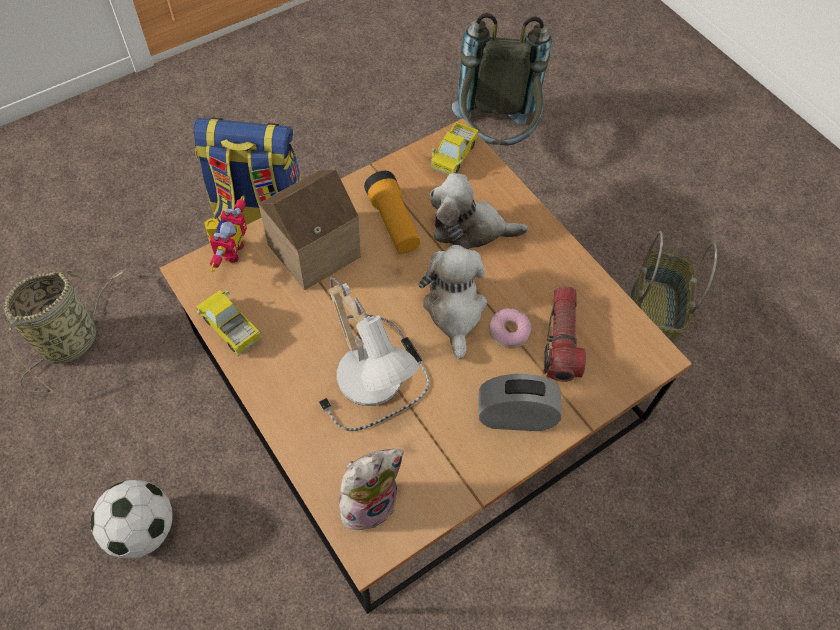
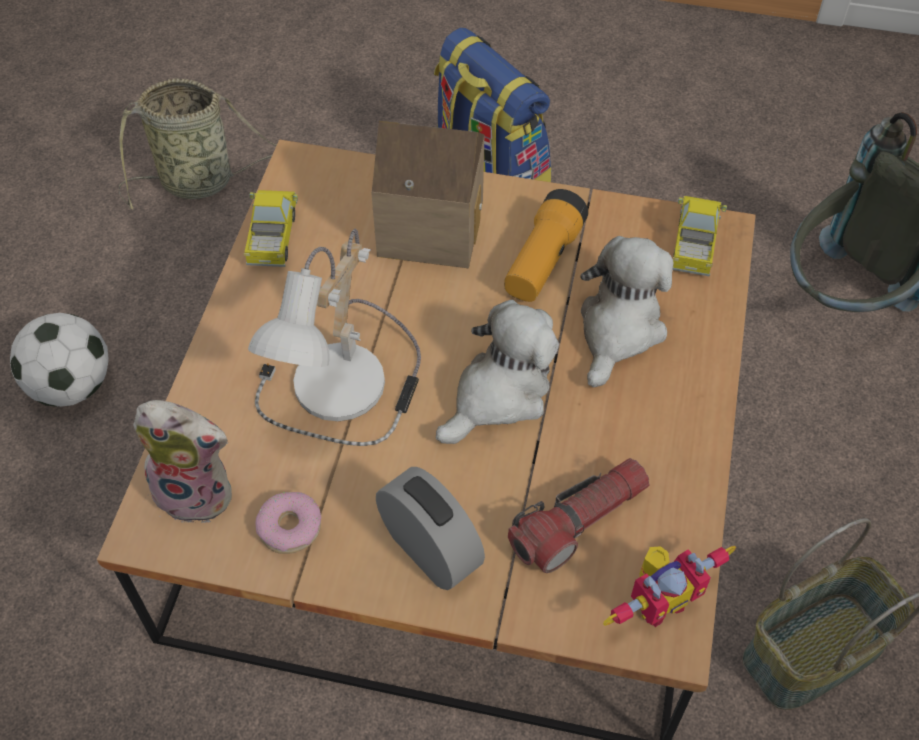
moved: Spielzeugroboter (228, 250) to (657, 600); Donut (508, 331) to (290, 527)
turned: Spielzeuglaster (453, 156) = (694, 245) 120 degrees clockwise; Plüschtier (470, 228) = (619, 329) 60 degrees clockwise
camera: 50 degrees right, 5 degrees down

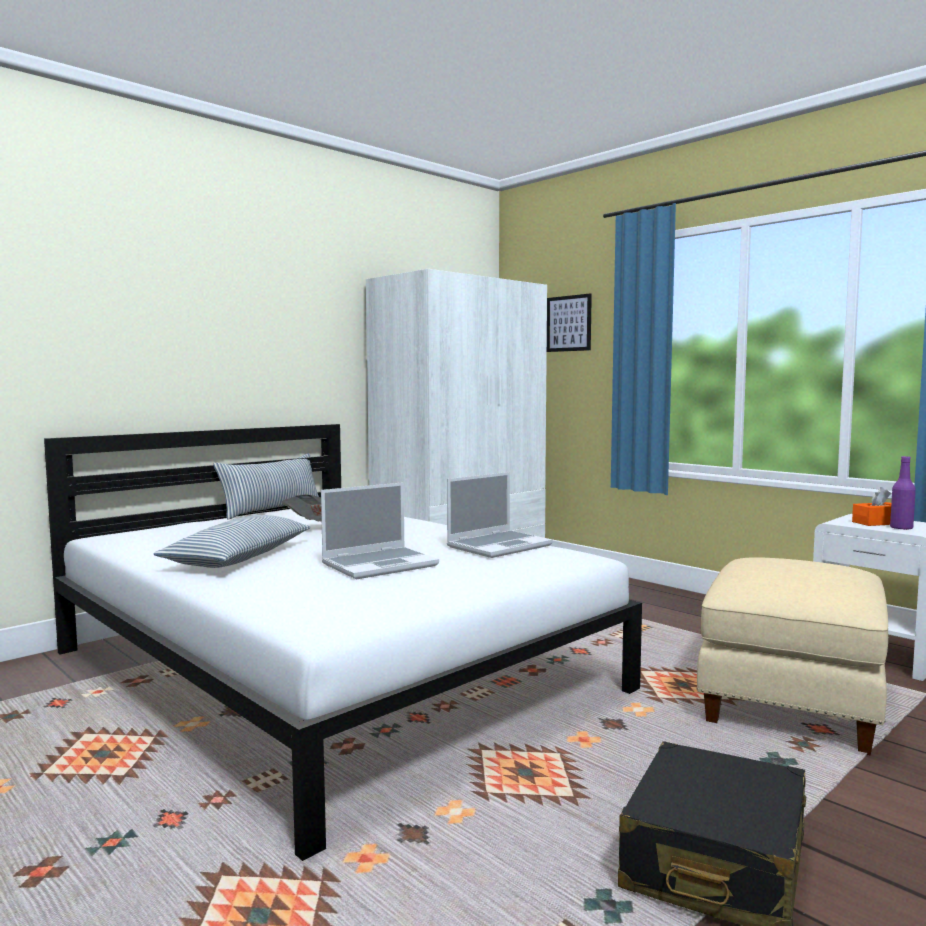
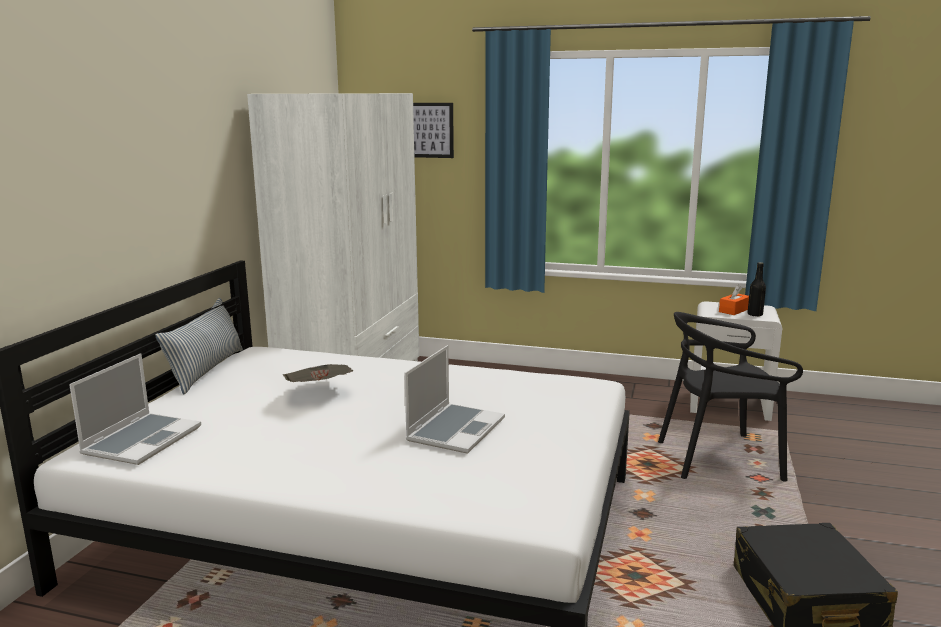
removed: Kissen (239, 557)
moved: Laptop (499, 546) to (142, 440)
replaced: Polsterhocker [beige] (789, 700) to Stuhl [schwarz] (719, 458)
recoloured: Flasche [lila] (901, 528) to Flasche [schwarz] (755, 315)
camera: 30 degrees left, 10 degrees up

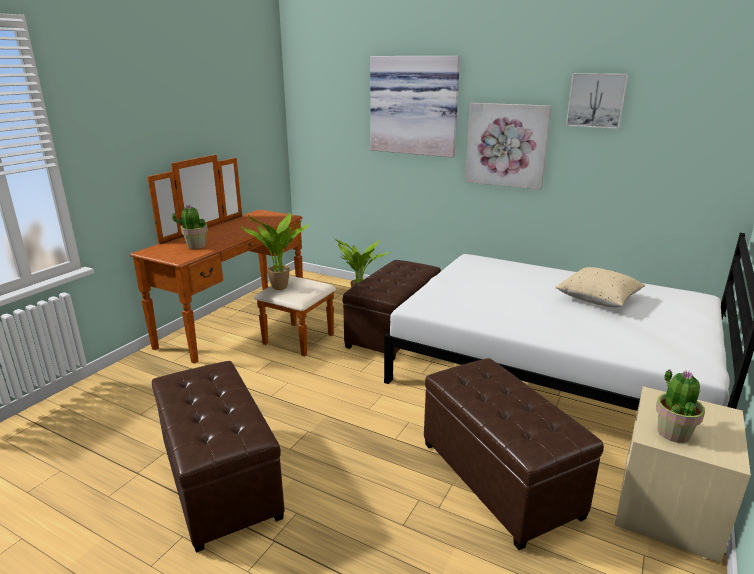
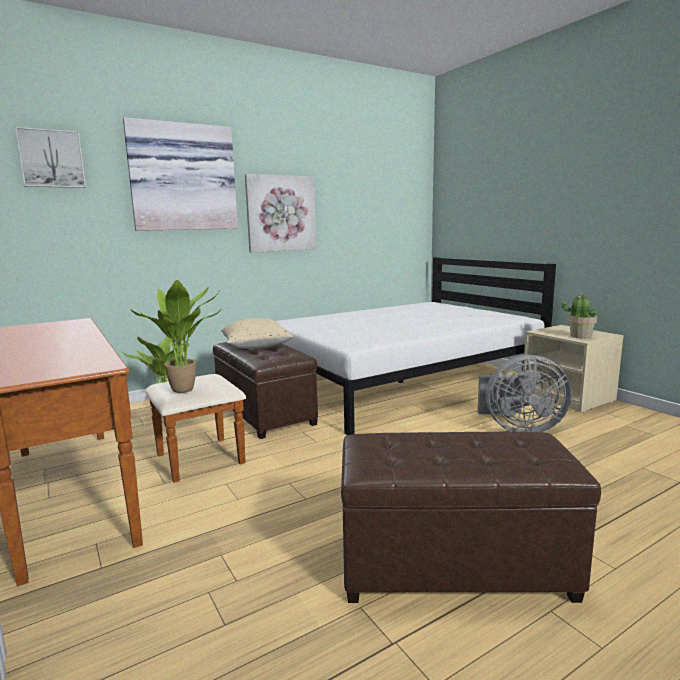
removed: Topfpflanze (196, 245)
moved: Kissen [beige] (597, 299) to (256, 347); Bild (596, 100) to (51, 159)
replaced: Polsterhocker [braun] (499, 478) to Ventilator [grau] (519, 429)
camera: 60 degrees left, 10 degrees down

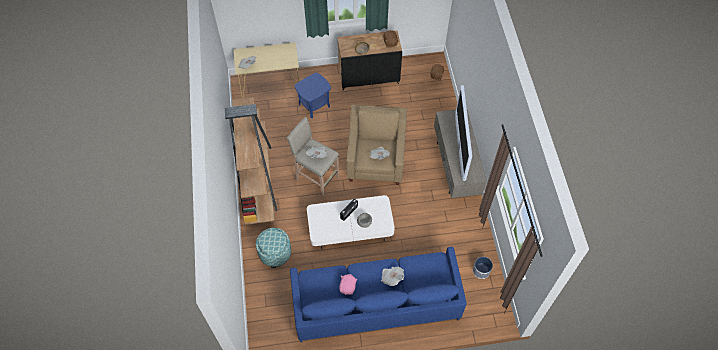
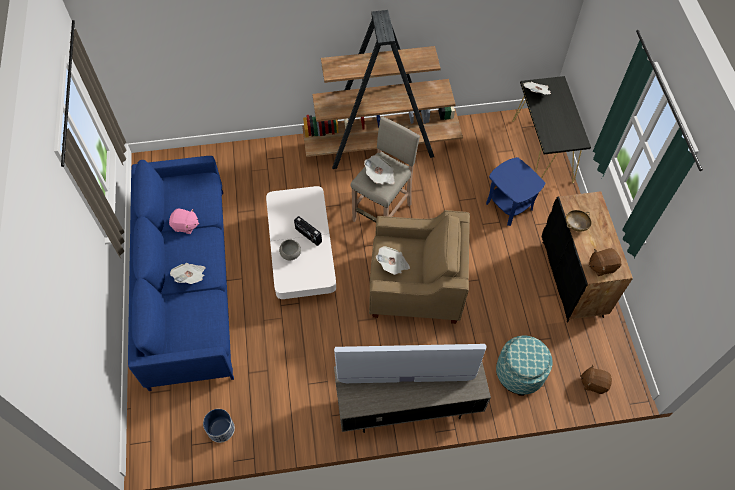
moved: Polsterhocker (275, 253) to (519, 373)
recoloured: Konsolentisch [beige] (270, 83) to Konsolentisch [schwarz] (542, 151)
camera: 90 degrees right, 0 degrees up

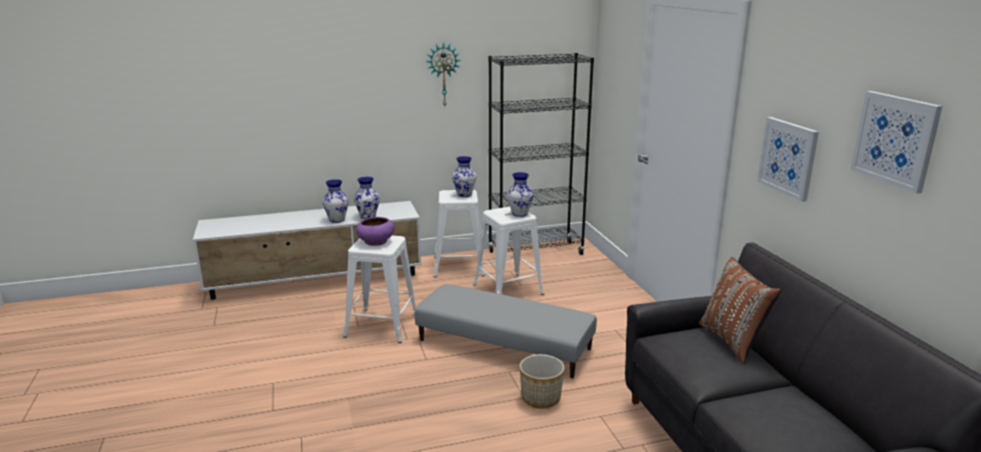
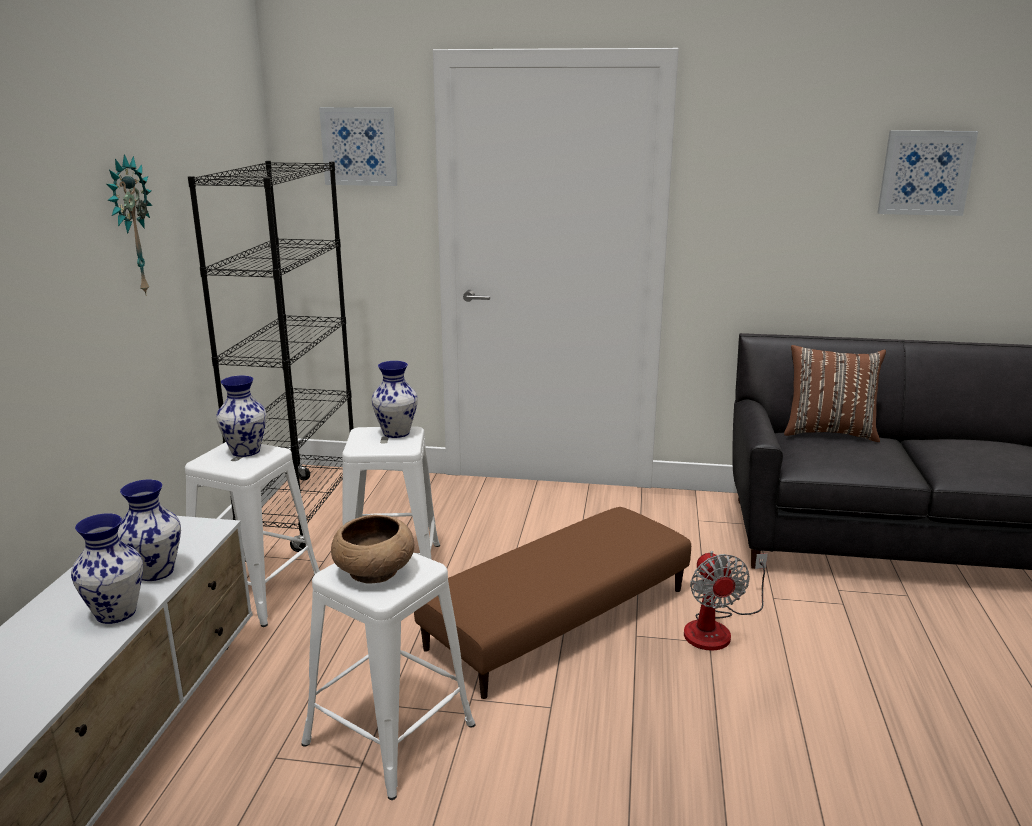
moved: Bild (788, 158) to (359, 146)
replaced: Pflanzkübel (541, 398) to Ventilator (717, 628)
recoloured: Schüssel [lila] (375, 242) to Schüssel [braun] (374, 572); Polsterhocker [grau] (504, 344) to Polsterhocker [braun] (558, 618)
camera: 65 degrees left, 0 degrees up

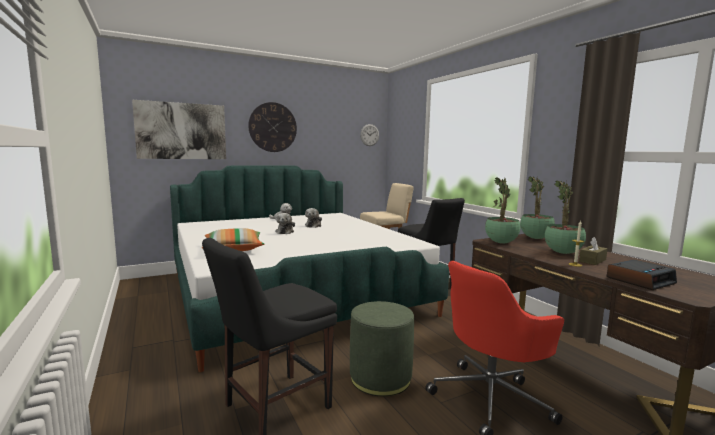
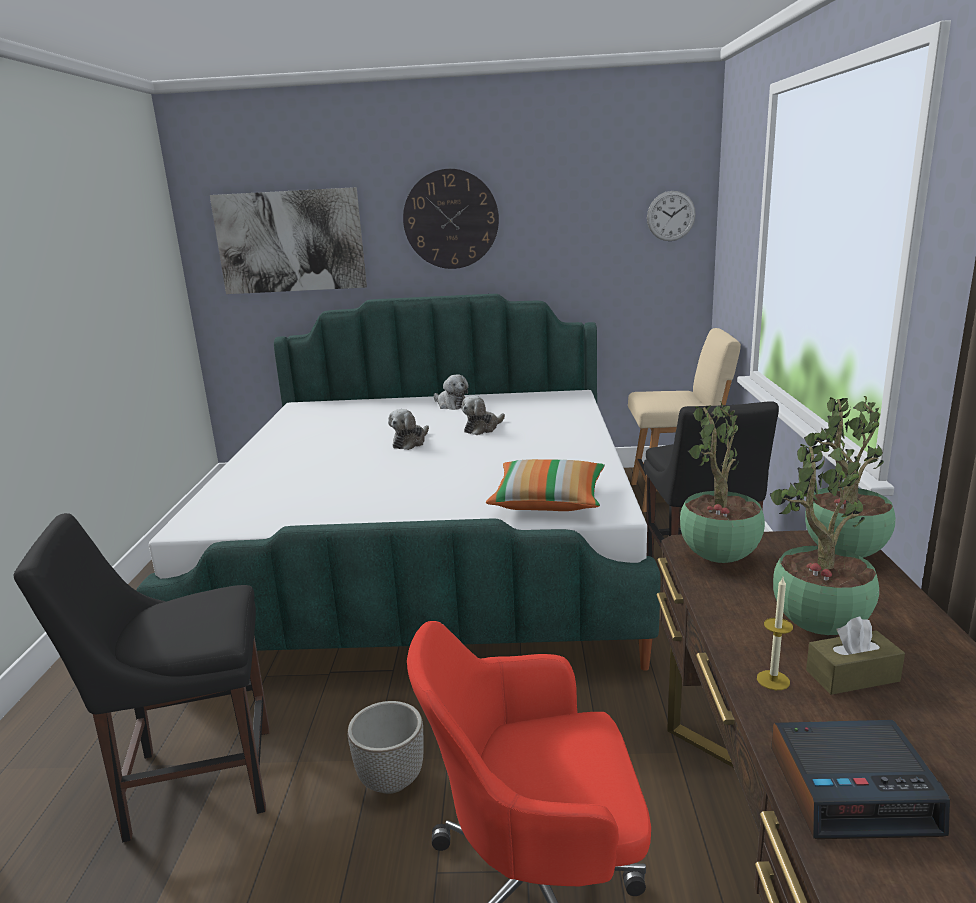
moved: Kissen (233, 249) to (548, 501)
replaced: Polsterhocker [grün] (380, 378) to Pflanzkübel (390, 780)
camera: 30 degrees right, 10 degrees up

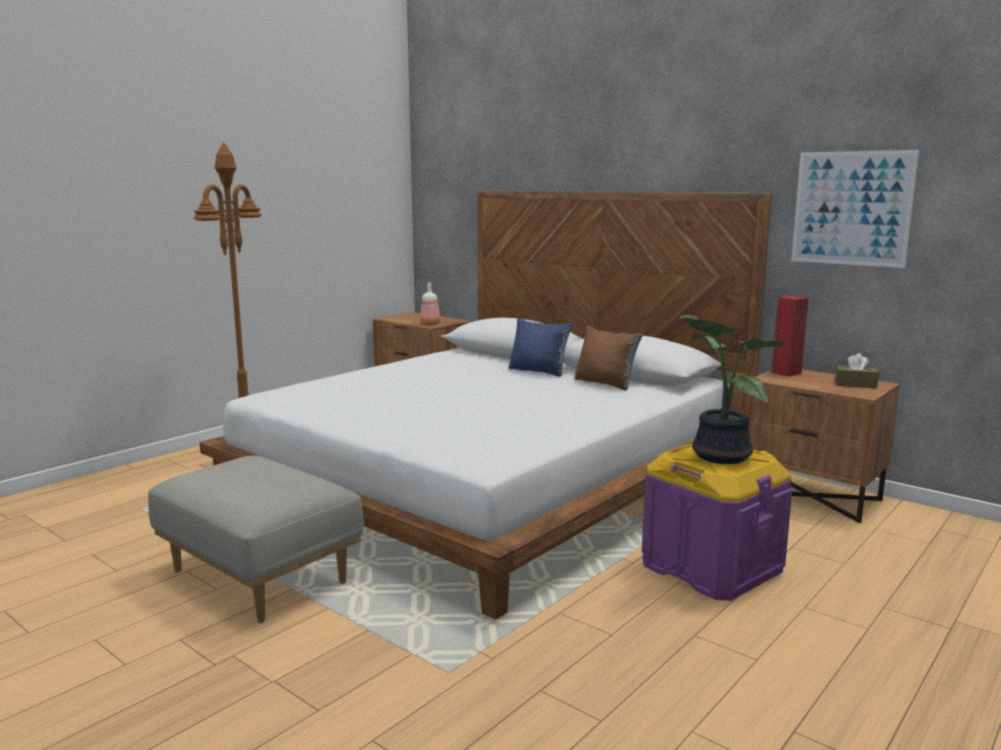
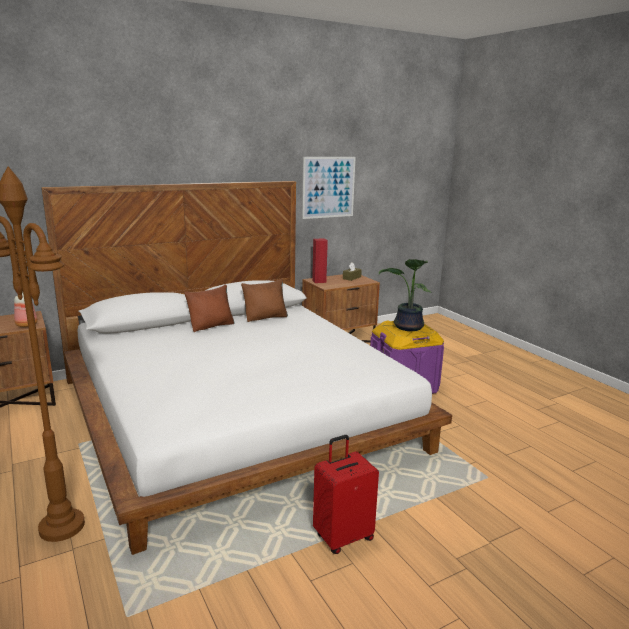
replaced: Polsterhocker [grau] (261, 577) to Koffer [rot] (343, 536)
recoloured: Kissen [blau] (539, 371) to Kissen [braun] (211, 326)
camera: 70 degrees left, 5 degrees up

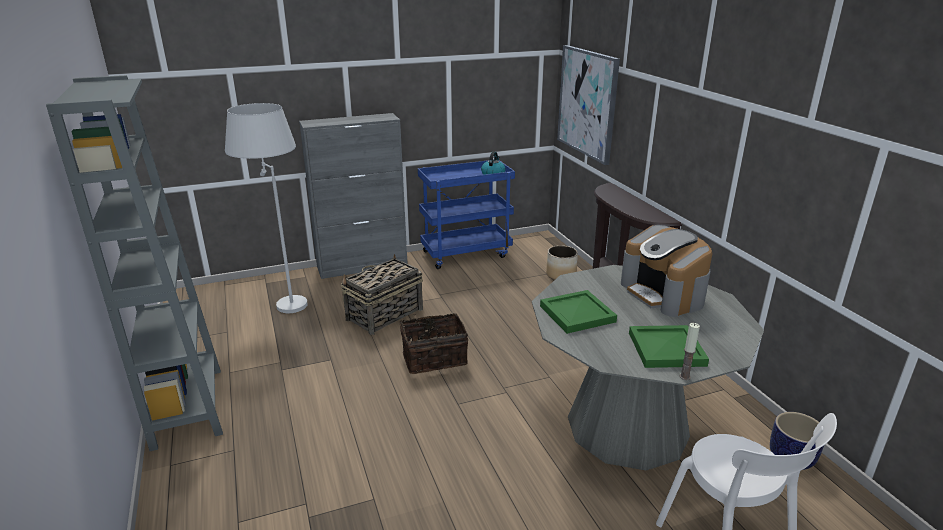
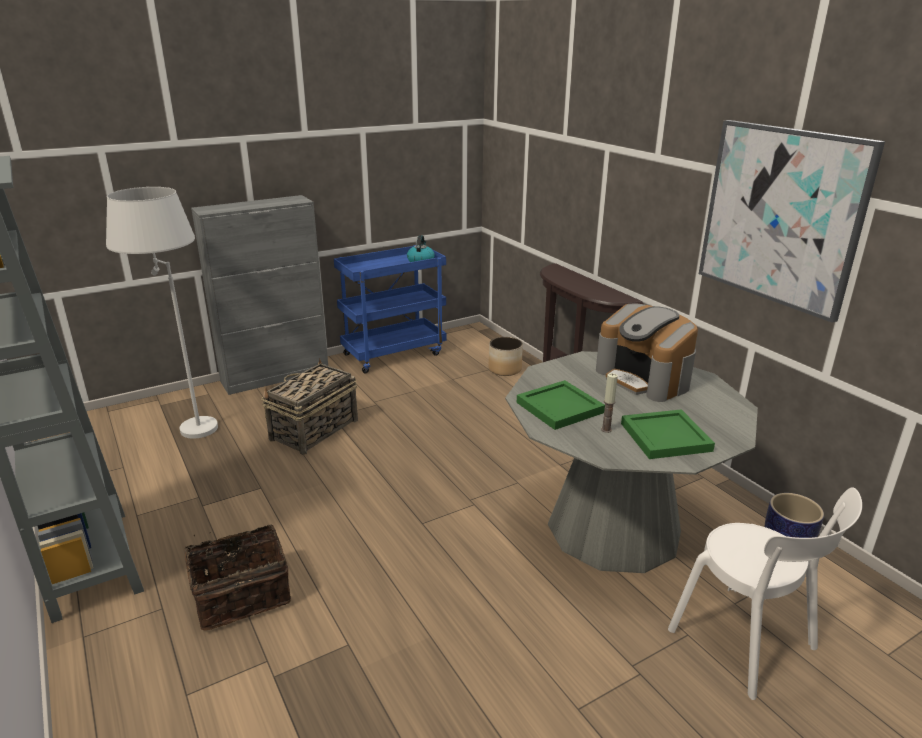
moved: Korb (433, 357) to (241, 594); Bild (587, 103) to (781, 216); Kerze (684, 377) to (606, 429)
camera: 10 degrees left, 0 degrees up

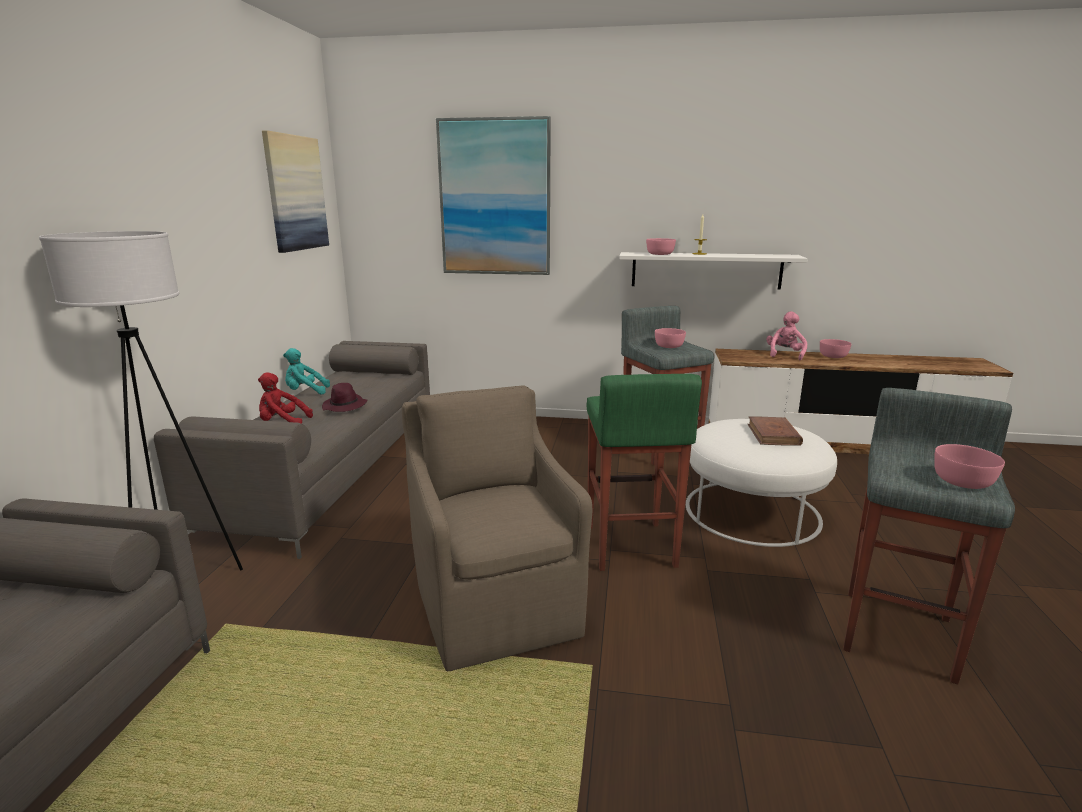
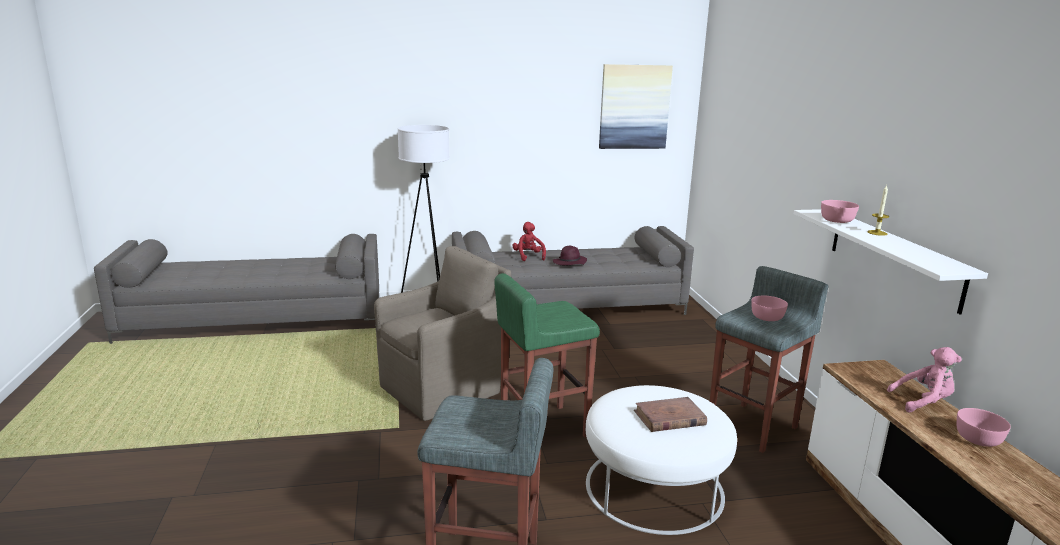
removed: Plüschtier [türkis] (305, 392); Bild (495, 198); Schüssel [rosa] (963, 481)
camera: 70 degrees right, 0 degrees up

